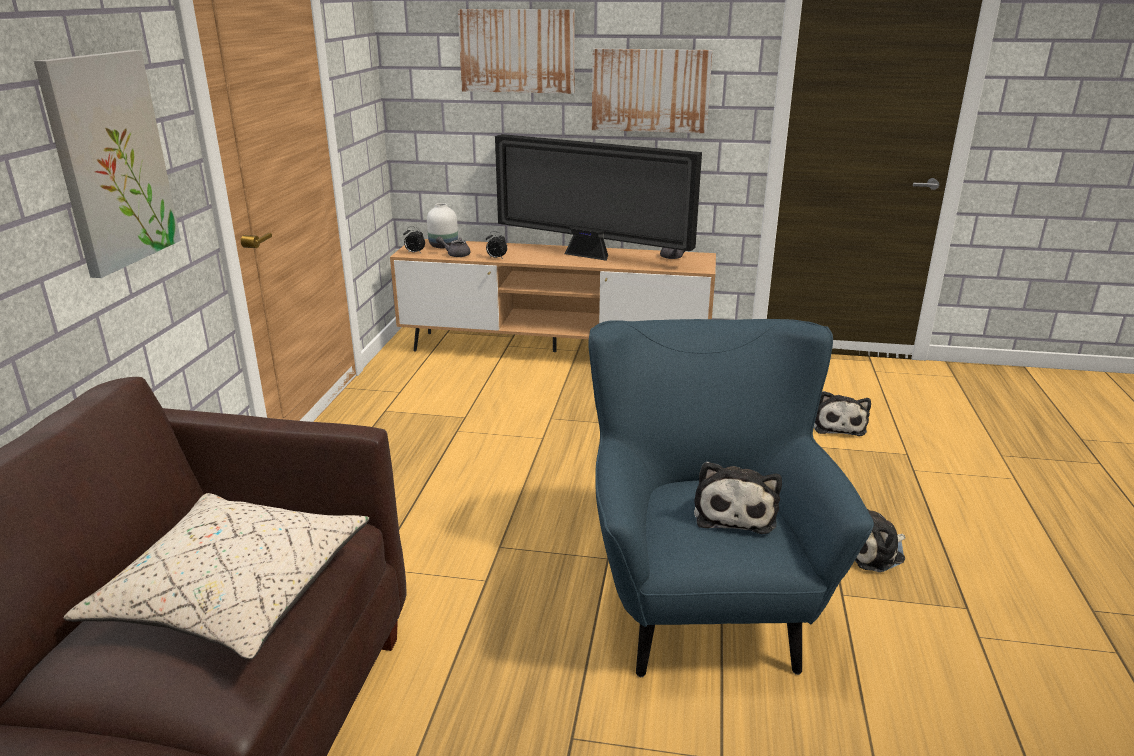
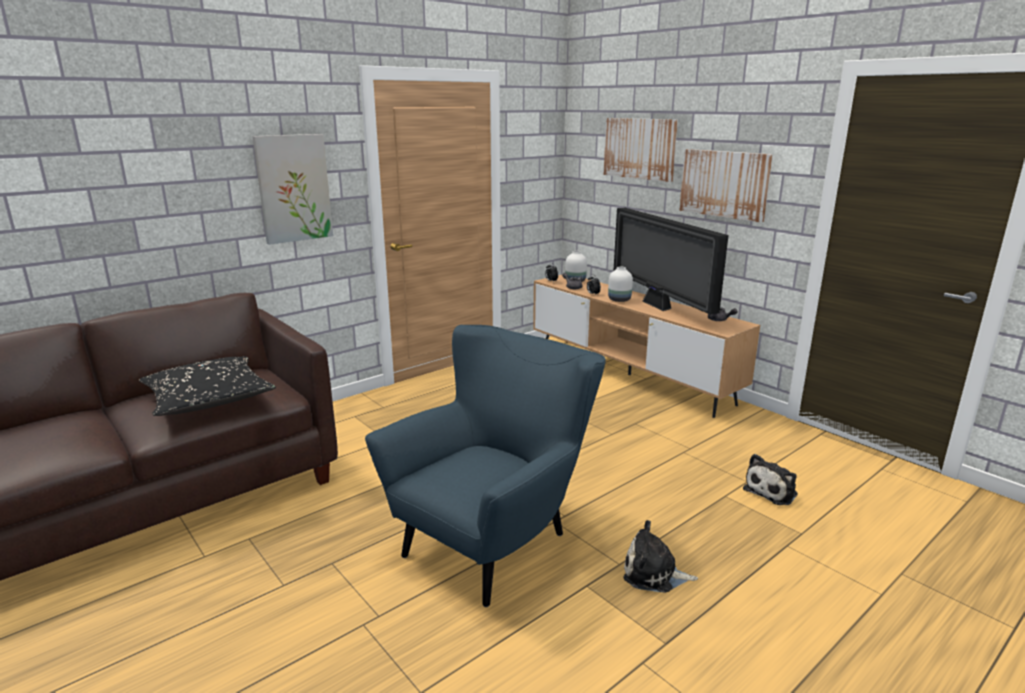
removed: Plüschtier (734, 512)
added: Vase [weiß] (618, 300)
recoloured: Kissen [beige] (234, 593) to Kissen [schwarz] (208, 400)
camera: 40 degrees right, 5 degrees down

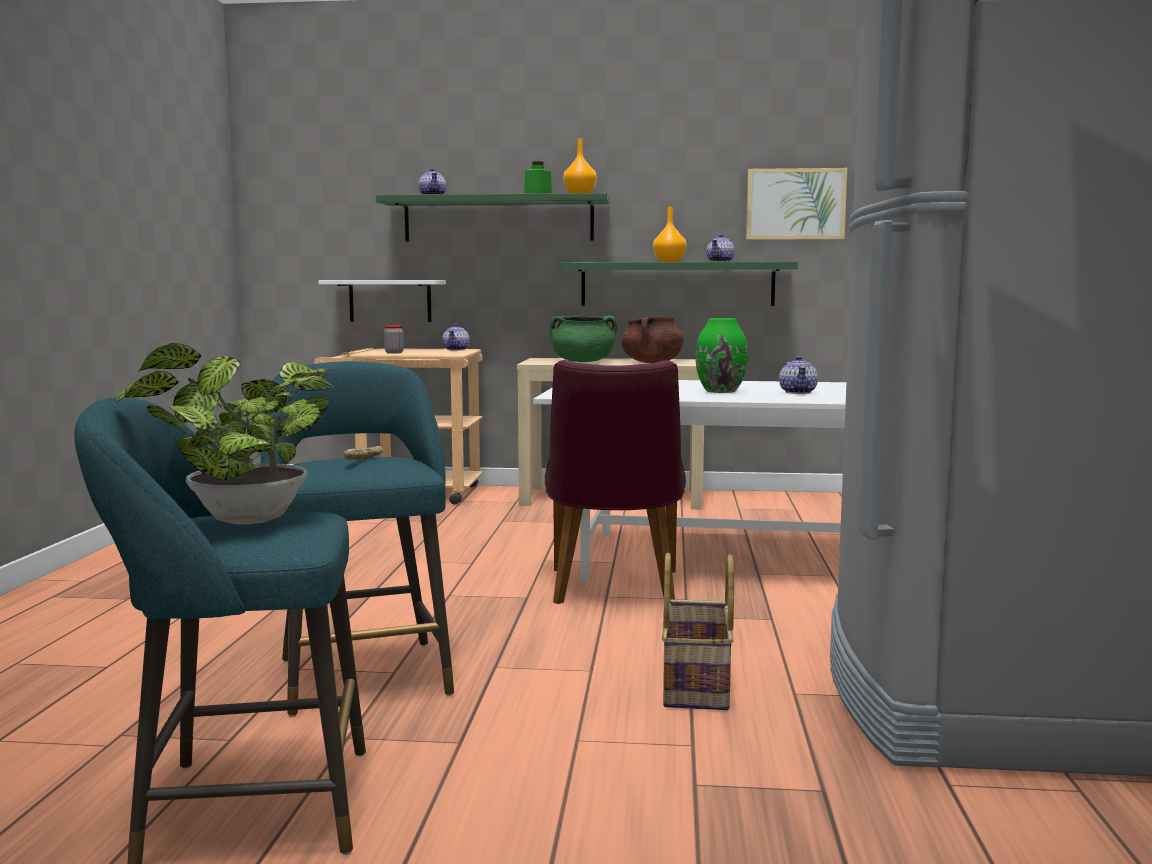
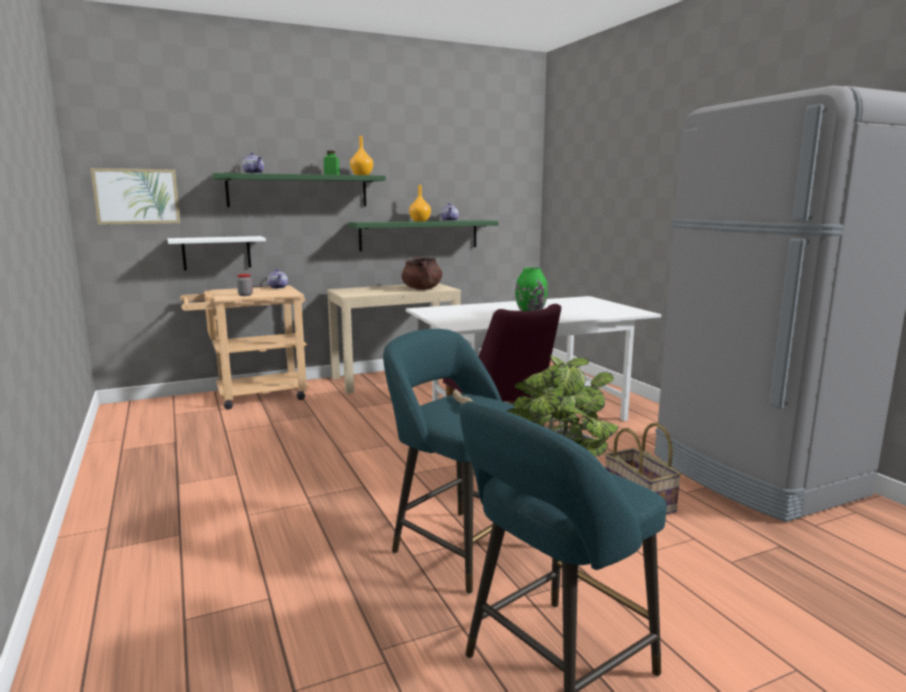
removed: Kochtopf [grün] (583, 362); Teekanne (798, 392)
moved: Bild (795, 204) to (137, 196)
camera: 30 degrees left, 5 degrees up

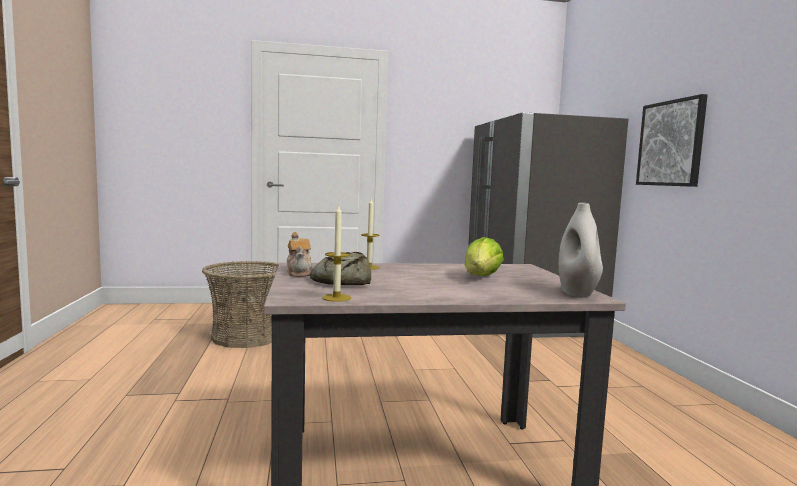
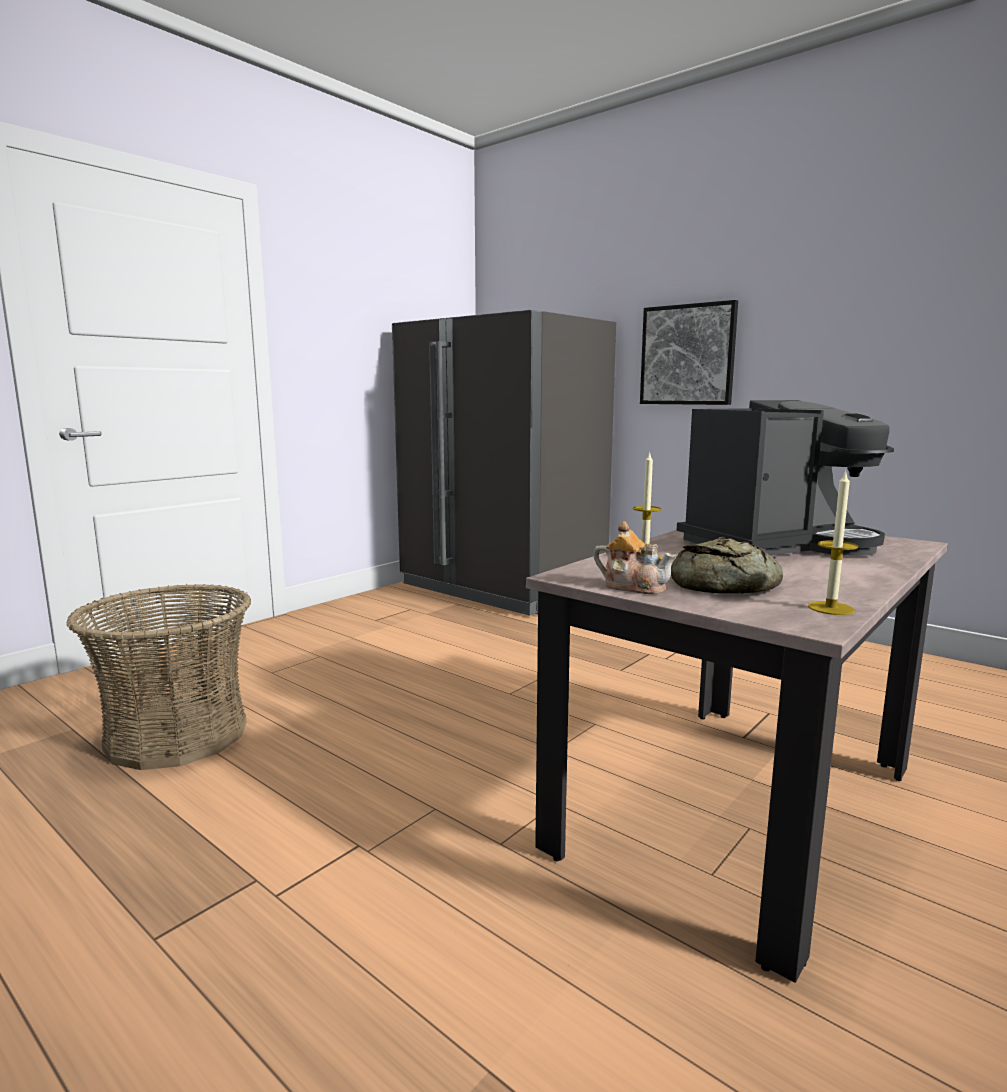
removed: Vase [weiß] (577, 293)
replaced: Salatkopf (481, 278) to Kaffeemaschine (778, 544)
camera: 40 degrees left, 5 degrees up

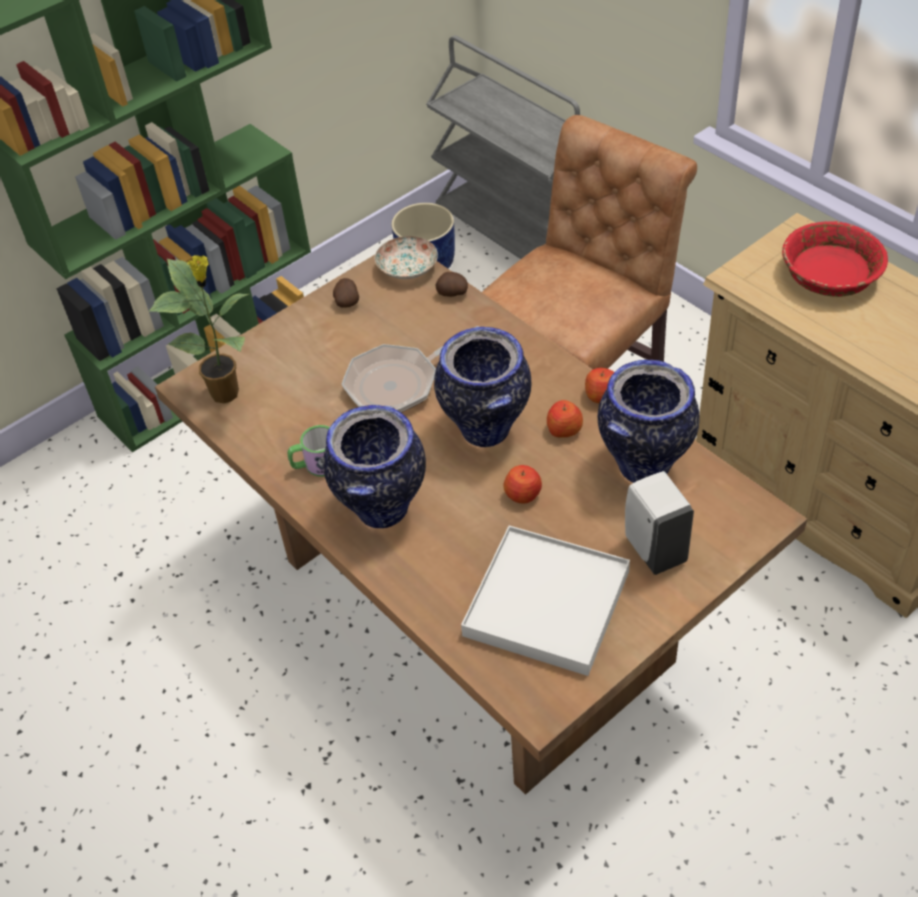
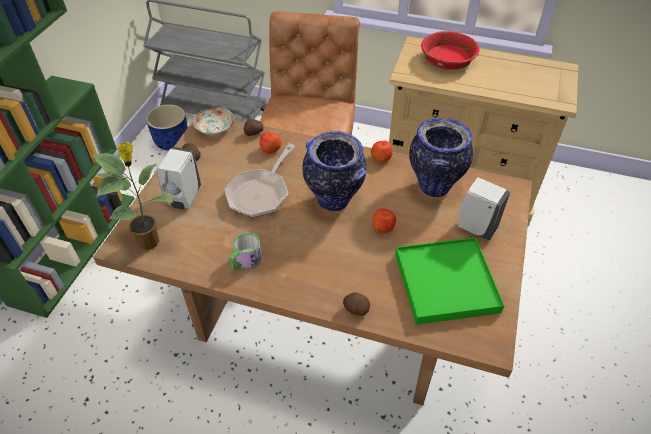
removed: Vase (382, 511)
added: Seifenspender [weiß] (184, 198); Kartoffel (355, 309)
moved: Apfel (564, 429) to (270, 149)
recoloured: Tablett [weiß] (546, 603) to Tablett [grün] (445, 283)
camera: 35 degrees left, 0 degrees up

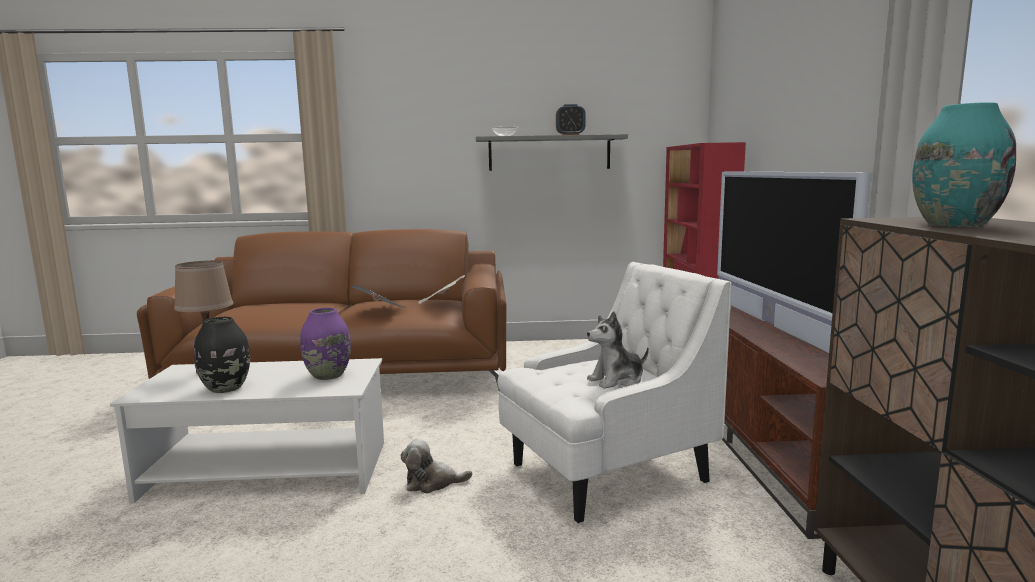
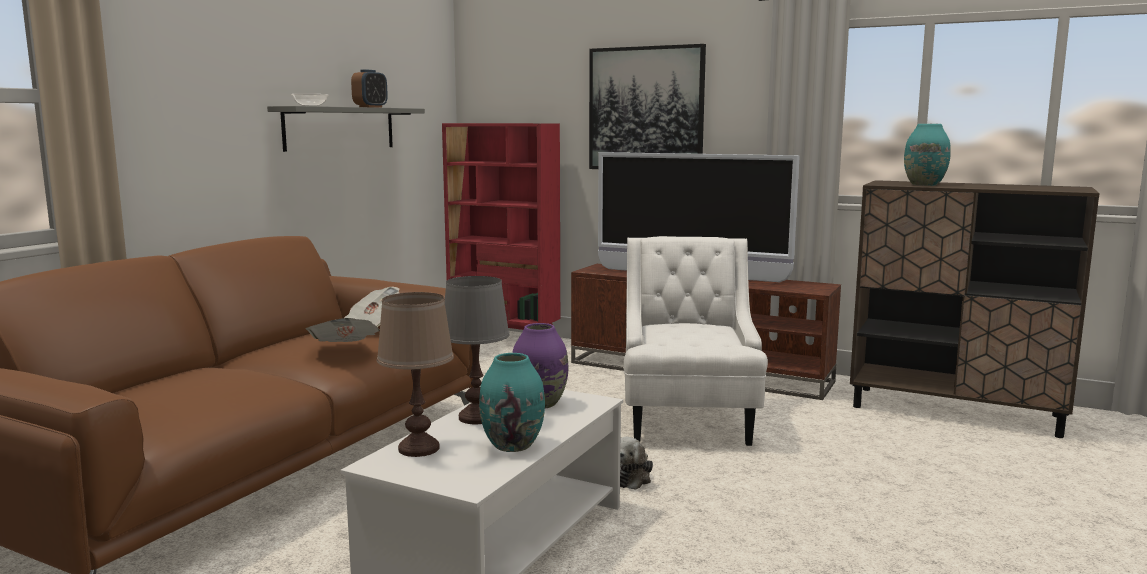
removed: Plüschtier (617, 380)
added: Tischlampe [grau] (477, 418); Bild (646, 109)
recoloured: Vase [schwarz] (226, 388) to Vase [türkis] (513, 445)
camera: 60 degrees left, 0 degrees up

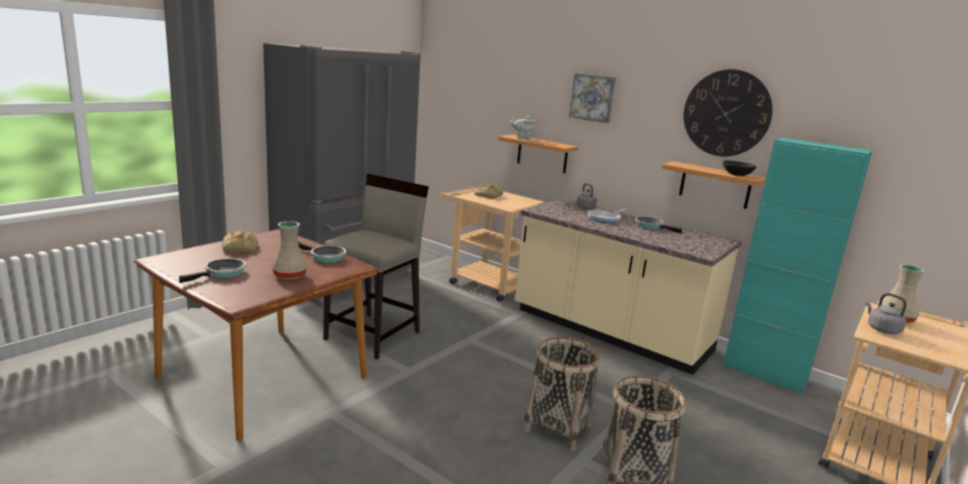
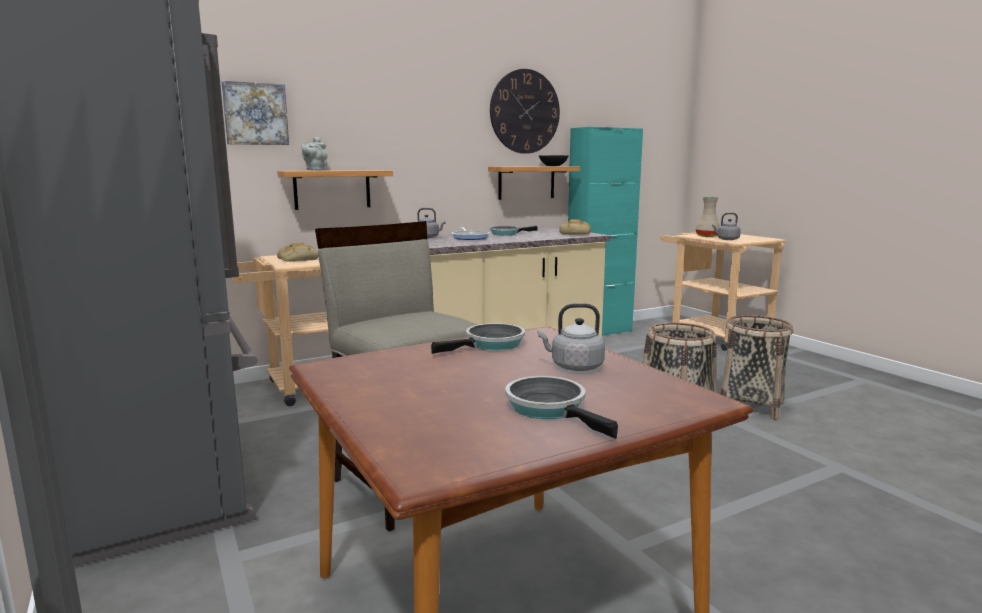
moved: Brot (240, 247) to (575, 233); Bild (593, 97) to (255, 114)
replaced: Vase [beige] (289, 276) to Wasserkessel [grau] (574, 367)
camera: 65 degrees left, 5 degrees down

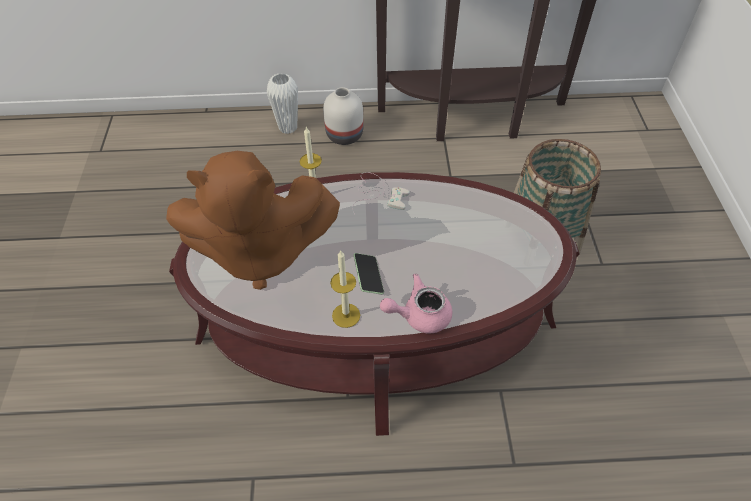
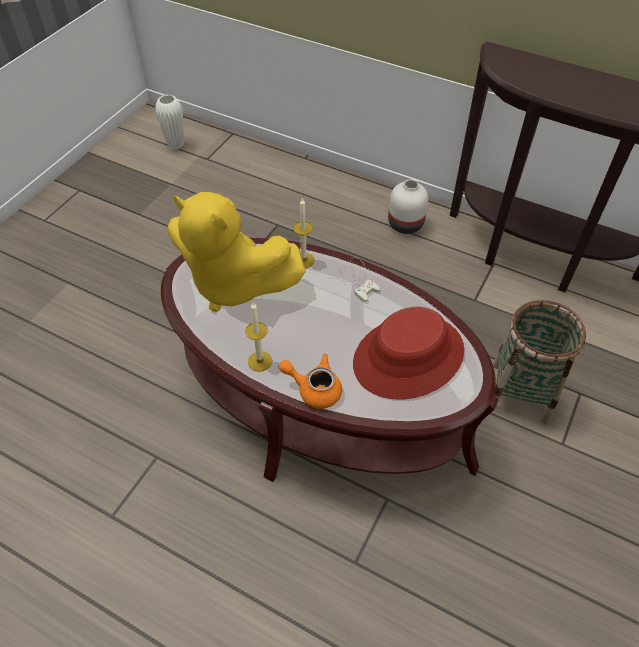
removed: Handy (368, 277)
added: Hut [rot] (408, 357)
moved: Vase [weiß] (288, 128) to (176, 144)
recoloured: Plüschtier [braun] (260, 252) to Plüschtier [gelb] (233, 284); Teekanne [rosa] (419, 315) to Teekanne [orange] (314, 389)
camera: 30 degrees right, 0 degrees up

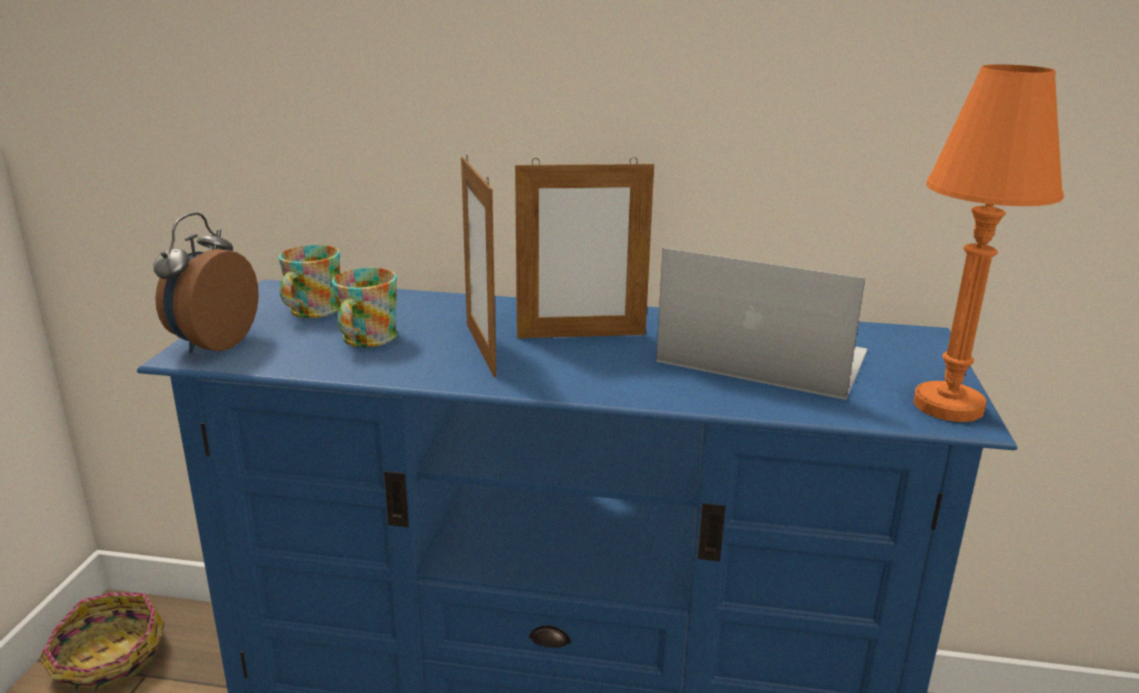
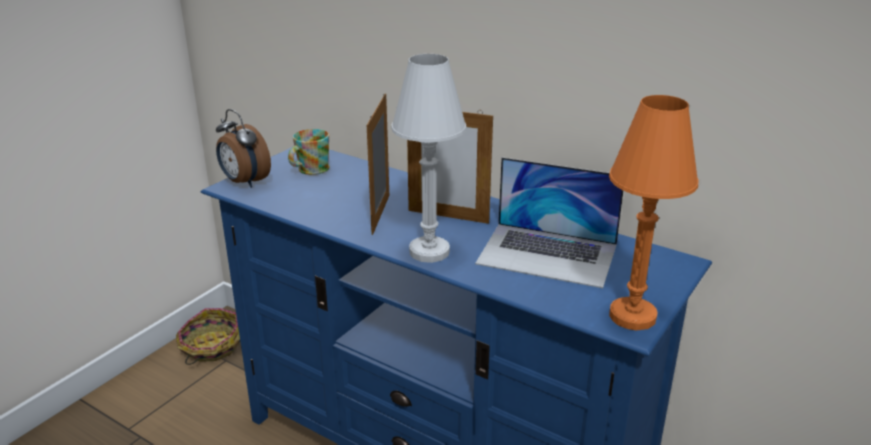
removed: Henkelbecher (365, 340)
added: Tischlampe [weiß] (429, 252)
turned: Wecker (211, 344) = (244, 182) 90 degrees counterclockwise; Laptop (762, 356) = (548, 254) 150 degrees clockwise
camera: 25 degrees right, 5 degrees up

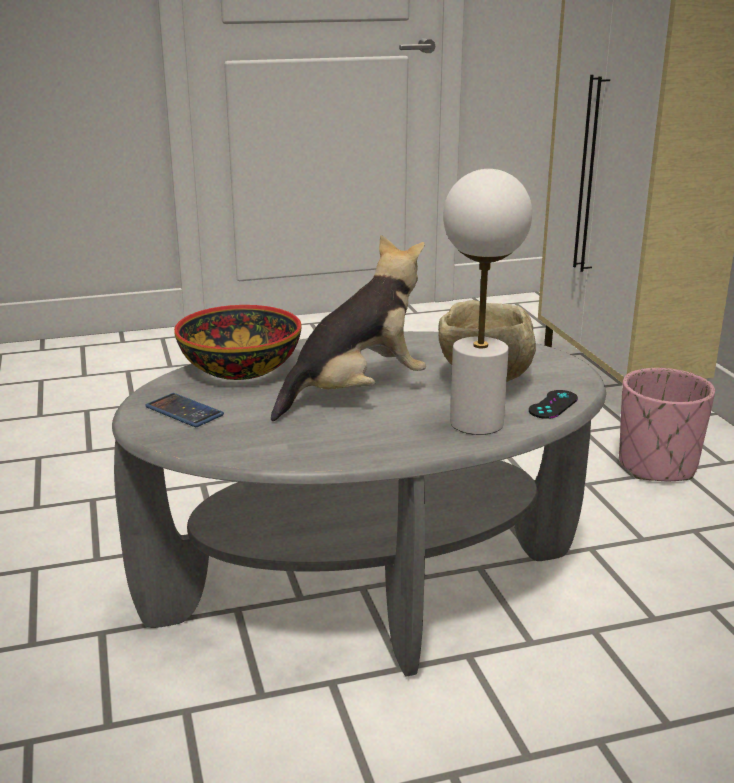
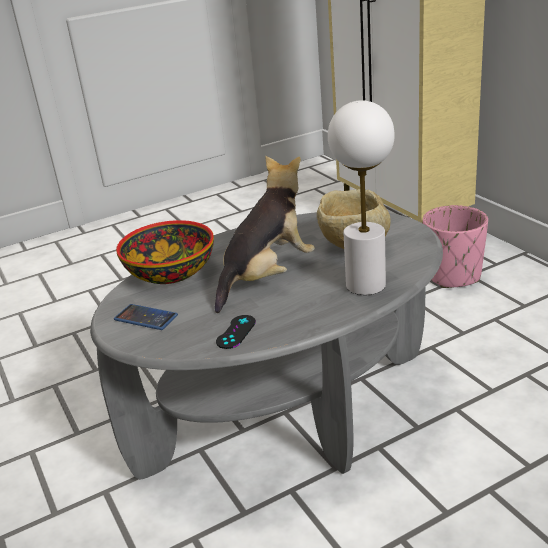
moved: Gamepad [schwarz] (553, 405) to (236, 332)
camera: 10 degrees left, 5 degrees up

